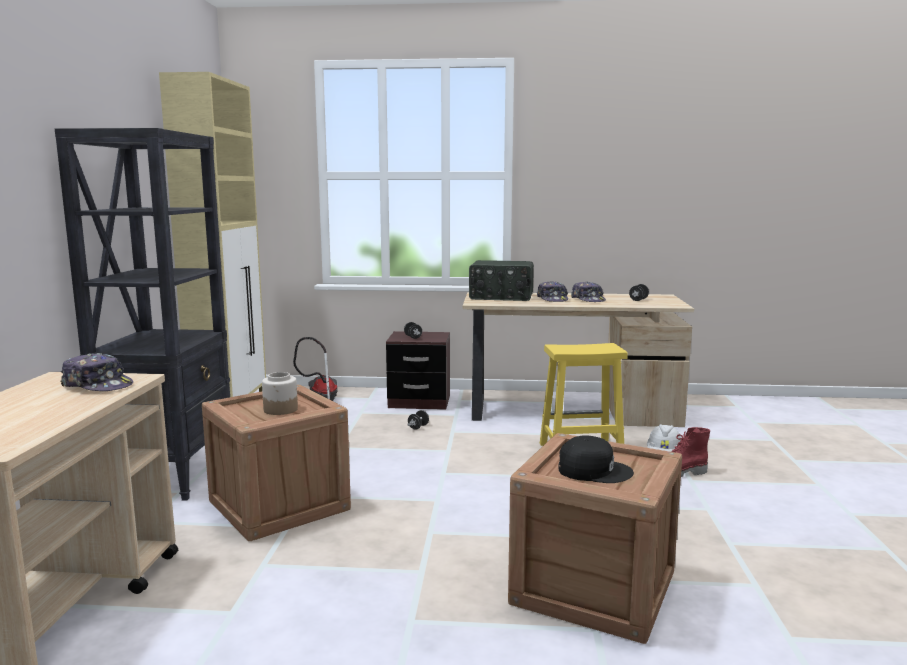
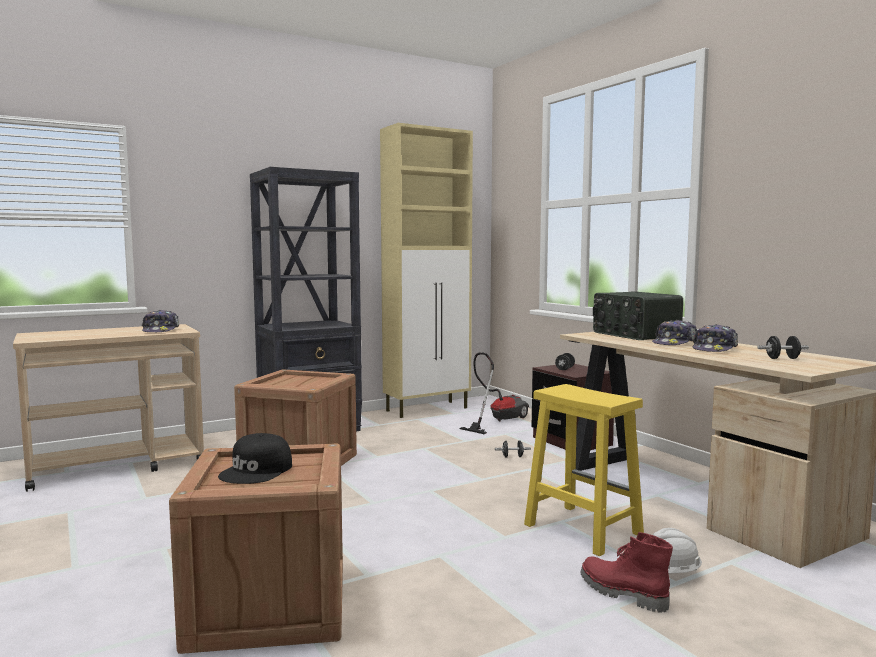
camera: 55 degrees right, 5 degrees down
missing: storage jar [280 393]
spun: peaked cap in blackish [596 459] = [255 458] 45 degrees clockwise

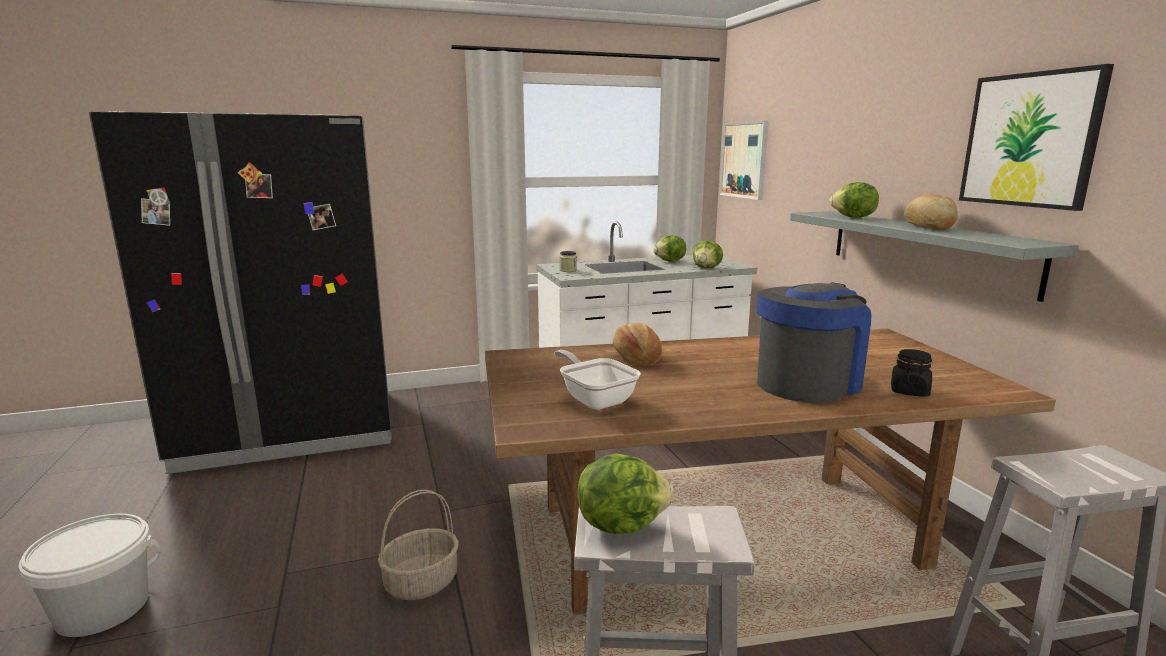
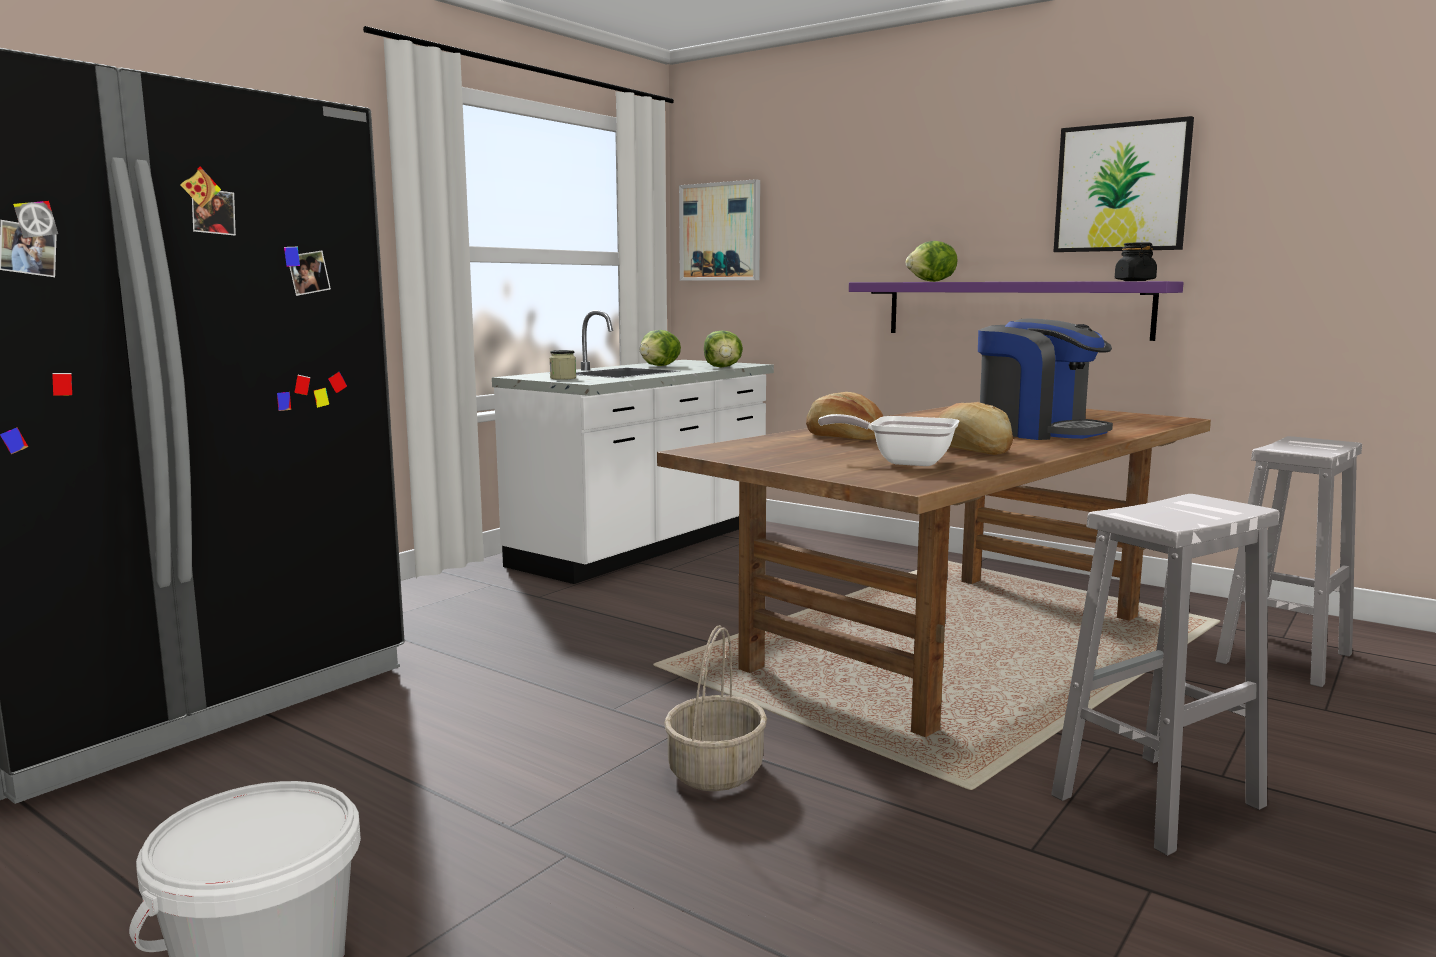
camera: 35 degrees left, 5 degrees down
missing: lettuce head [625 494]
relocated: baked bread [931 212] to [975 428]; storage jar in blackish [911 373] to [1136 261]
colour: wall shelf in grey [934 256] to wall shelf in purple [1016 311]
spun: coffee brewer [814 342] = [1045 379] 120 degrees clockwise

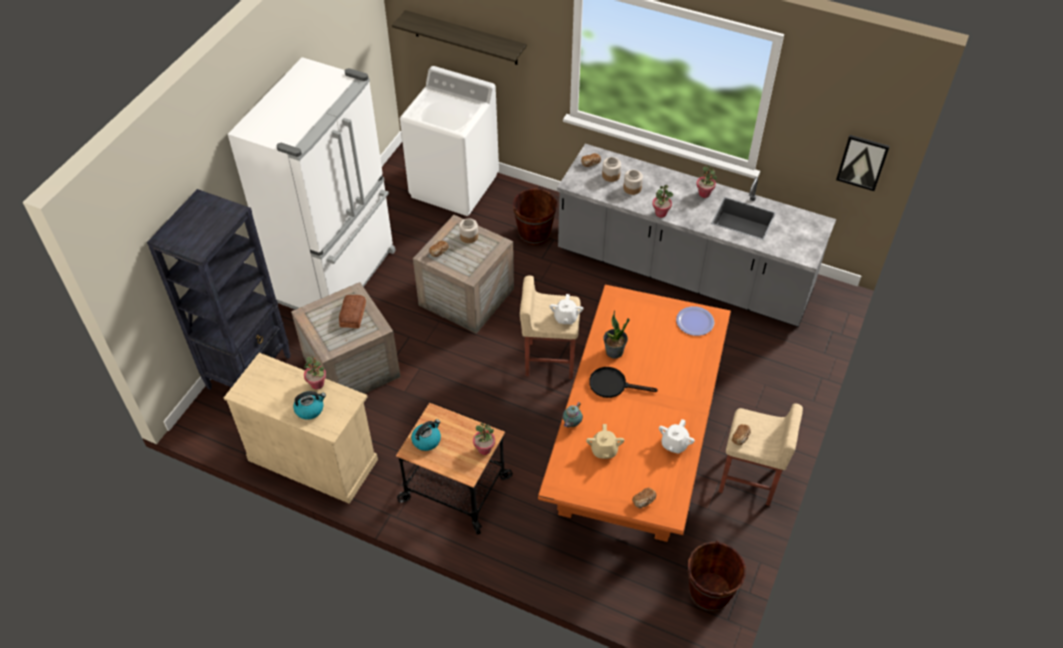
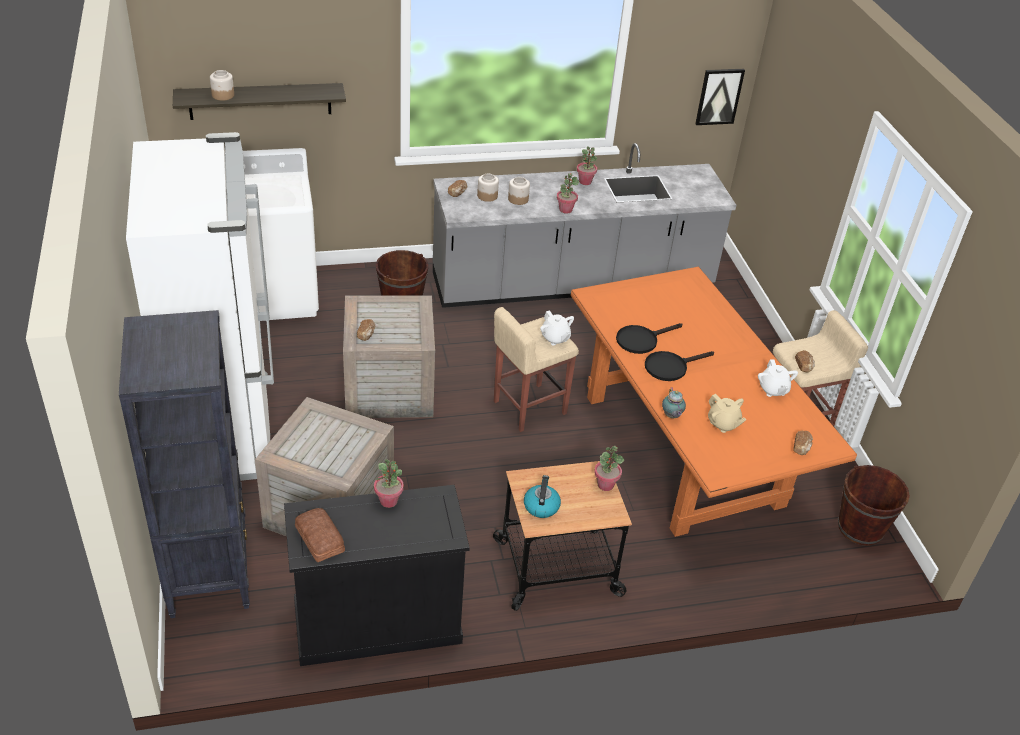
camera: 40 degrees left, 10 degrees down
missing: tea kettle [309 405]; flat dish [695 321]
relocated: storage jar [468 231] to [222 85]; baked bread [352 311] to [320 535]
exchanged: houseplant [616 334] to frying pan in blackish [649 338]
colour: cupboard in beige [301 428] to cupboard in blackish [377 575]

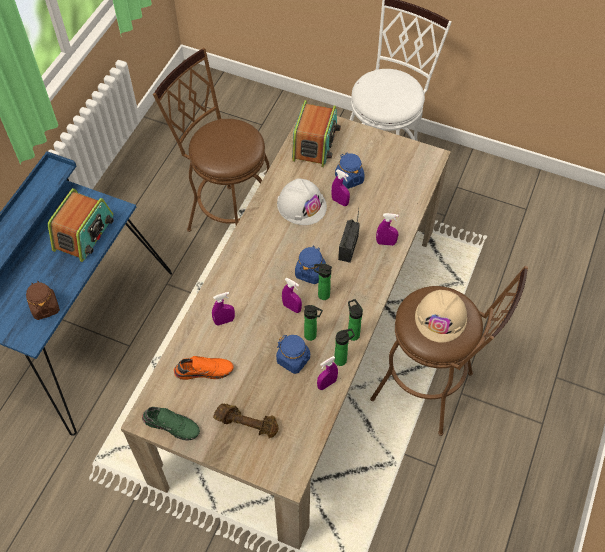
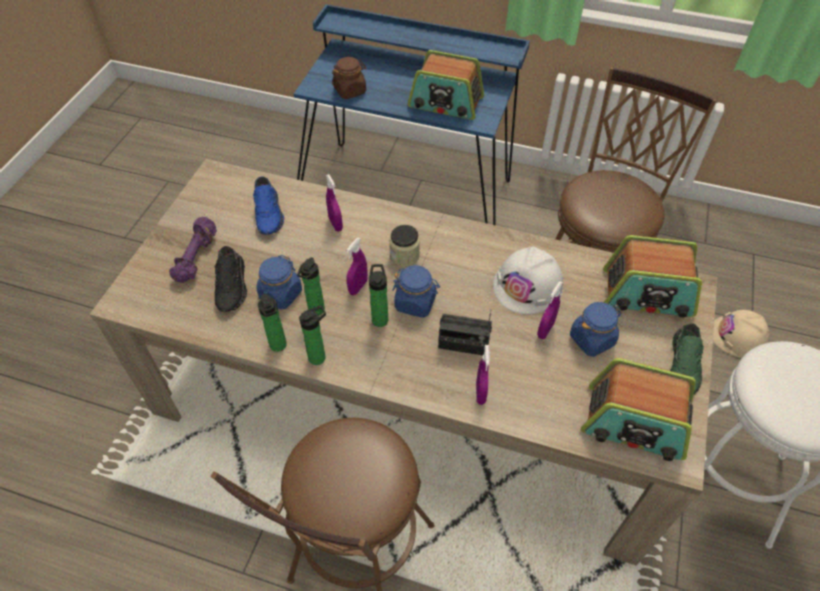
camera: 85 degrees right, 5 degrees down
missing: hand sprayer in purple [327 373]
appeared: shoe in blackish [231 279]; storage jar [404 246]; radio [638 409]
relocated: shoe in green [171 423] to [687 359]; safety helmet in beige [441 316] to [741 334]
colour: dumbbell in brown-coloured [246 420] to dumbbell in purple [193 250]; shoe in orange [204 368] to shoe in blue-coloured [268 205]

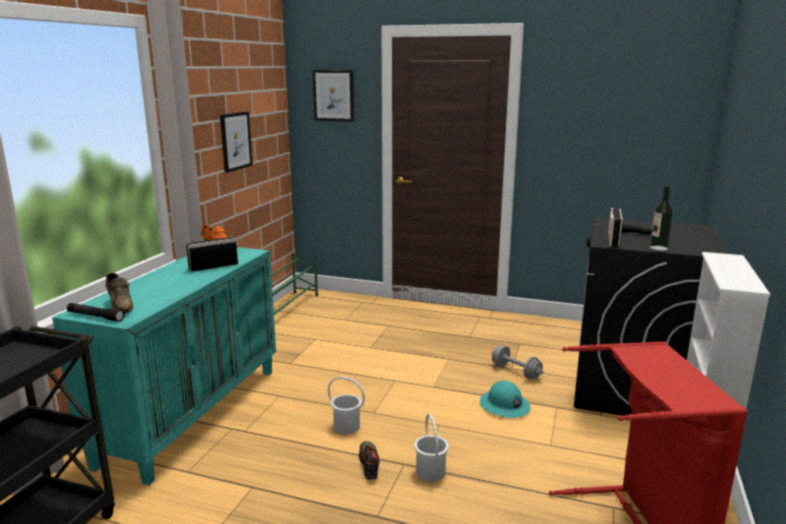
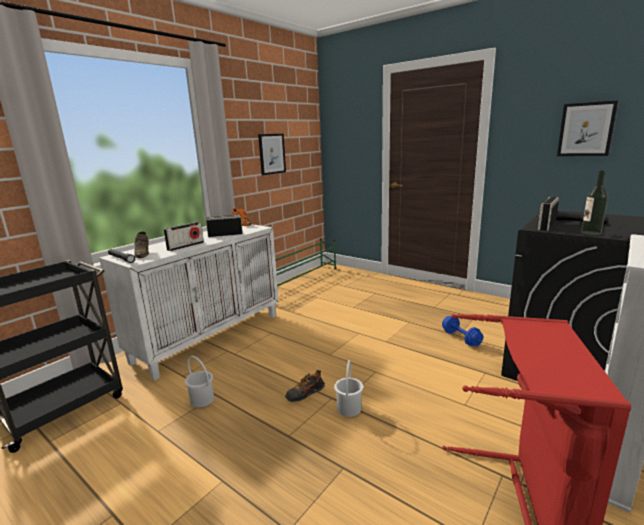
camera: 20 degrees right, 0 degrees up
missing: safety helmet in turquoise [505 399]
appeared: radio [183 236]
relocated: bucket in white [346 405] to [199 382]; wall art [333 96] to [587 128]
colour: cupboard in turquoise [164 366] to cupboard in white [189 302]; dumbbell in grey [517 362] to dumbbell in blue-coloured [462 331]
spun: shoe [369 460] = [305 386] 135 degrees counterclockwise

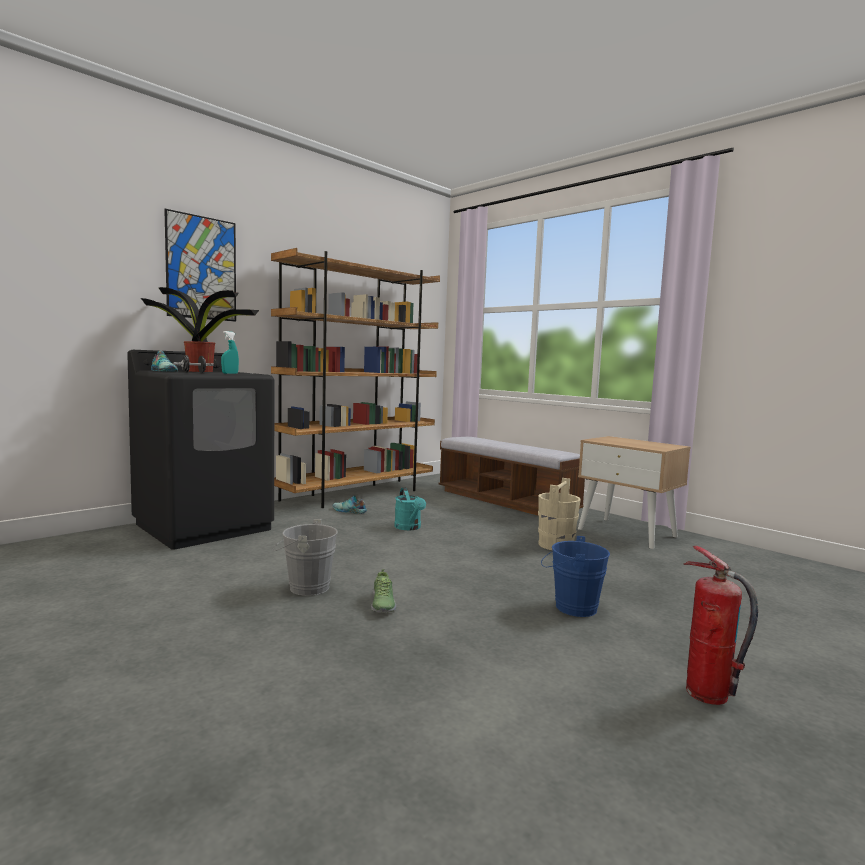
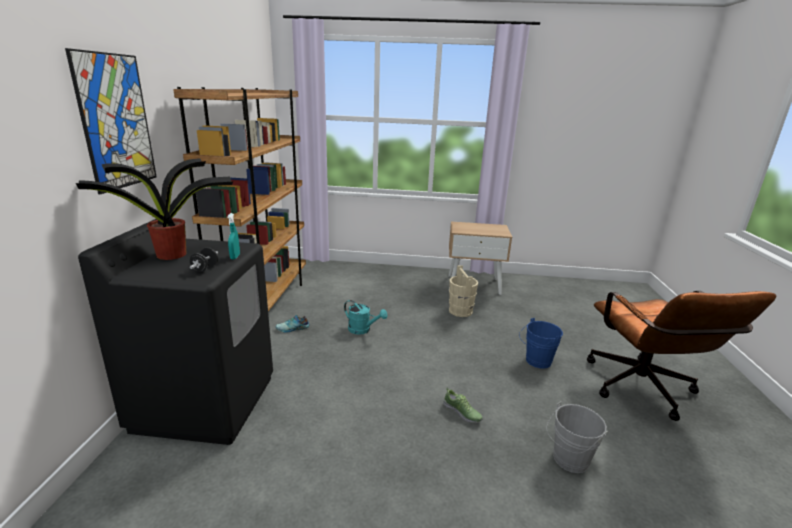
camera: 40 degrees left, 15 degrees up
missing: shoe [164 361]; bench [512 476]
relocated: bucket in grey [305 557] to [577 437]
exchanged: fire extinguisher [721 625] to office chair in brown-coloured [682 356]

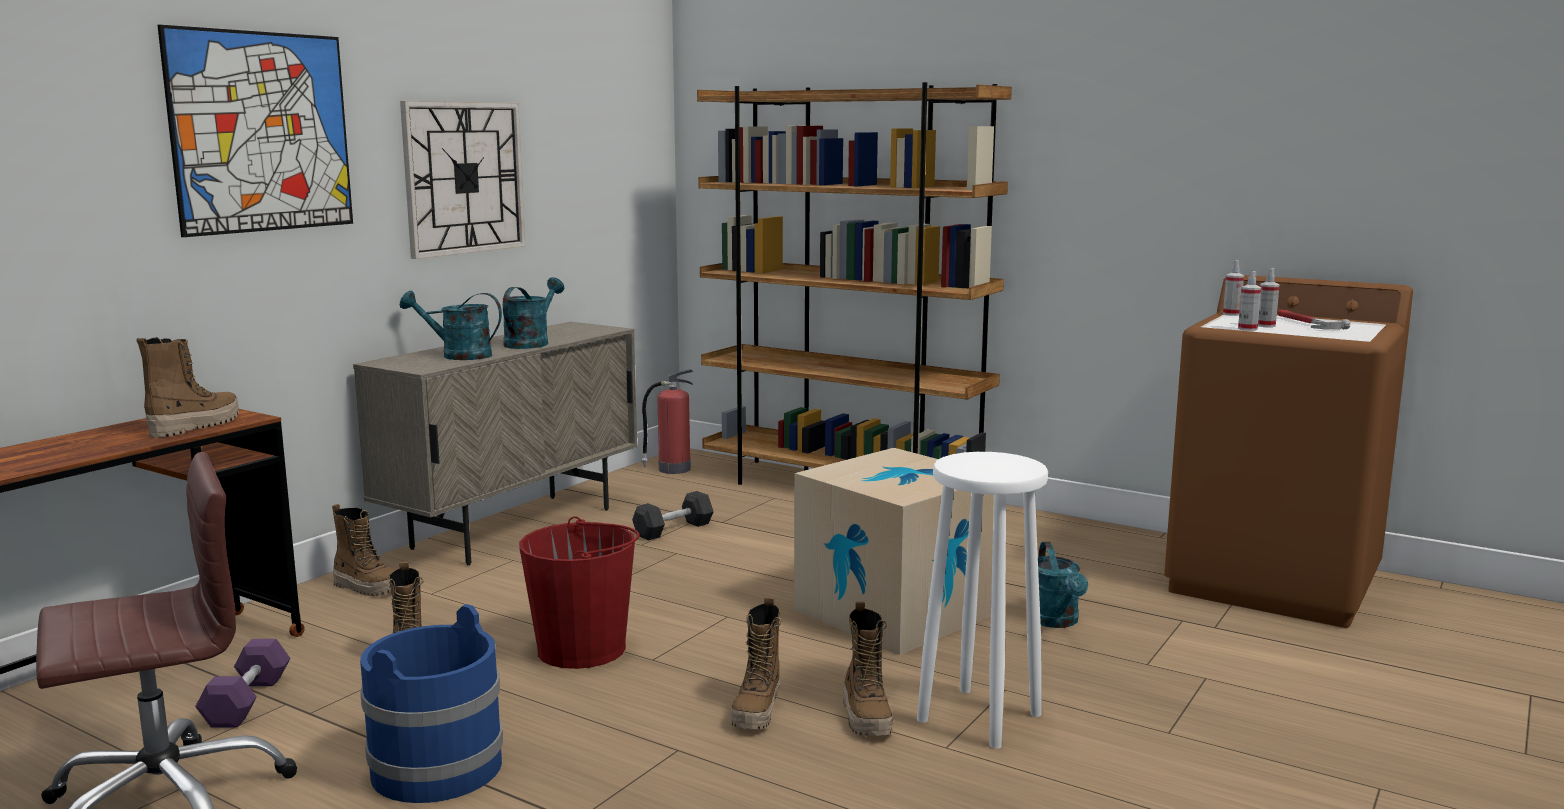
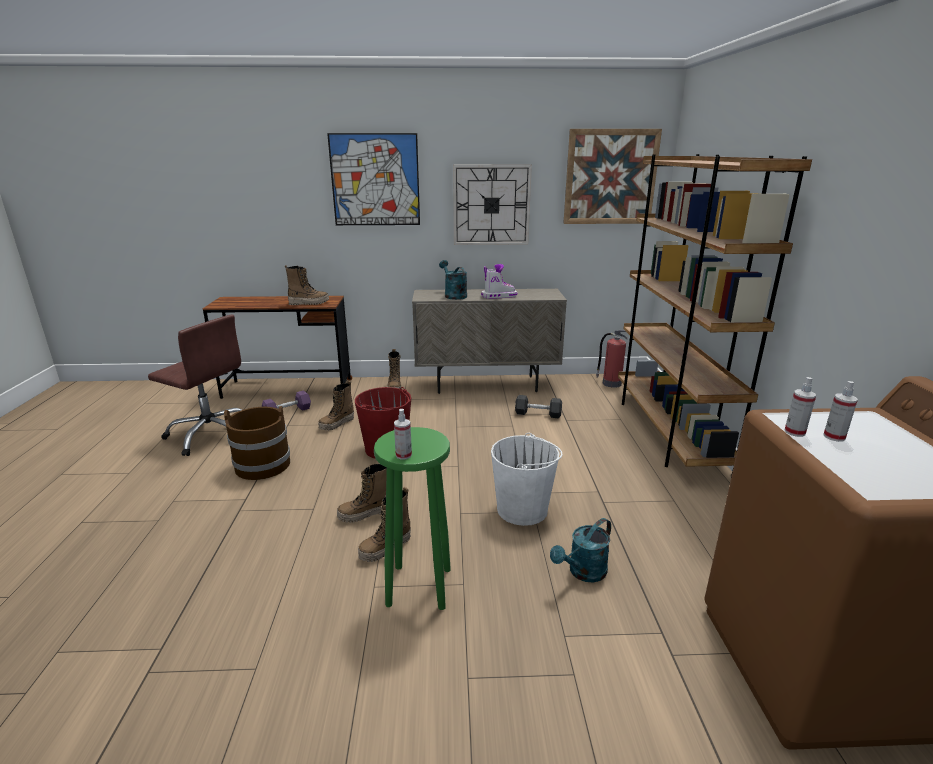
camera: 55 degrees right, 10 degrees up
missing: hammer [1314 319]
appeared: wall art [612 176]
relocated: hand sprayer [1233 288] to [403 434]
exchanged: watering can in turquoise [533 313] to boot [499 281]; carton [894 551] to bucket in white [527 479]
colour: bucket in blue-coloured [431 703] to bucket in brown-coloured [257 443]; stool in white [982 600] to stool in green [412 518]

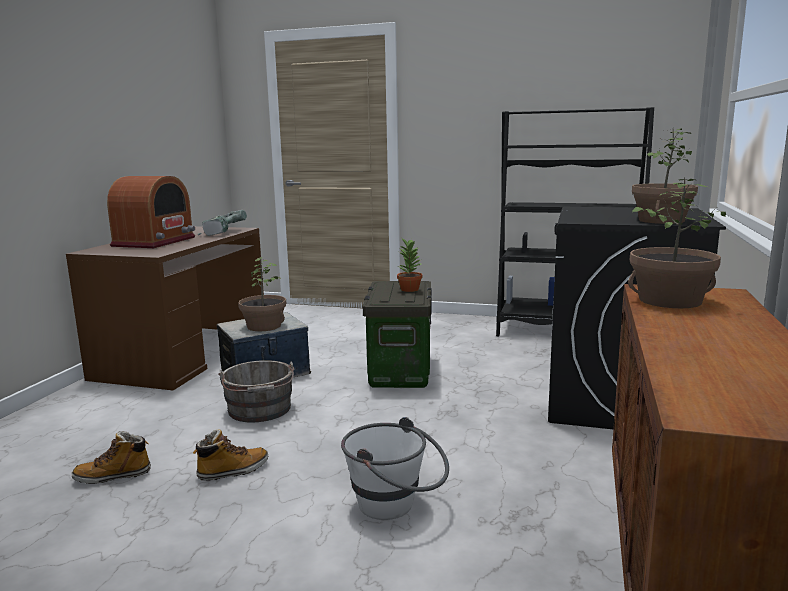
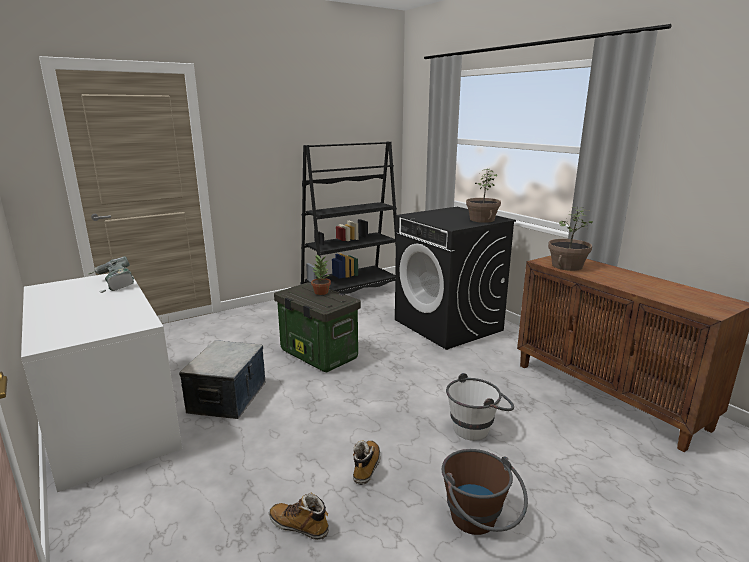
camera: 50 degrees left, 5 degrees up
missing: radio [151 212]; bucket in grey [256 391]; houseplant [262 294]
appeared: bucket in brown-coloured [485 492]
colour: desk in brown-coloured [165 308] to desk in white [101 382]
spun: boot [111 457] = [299 516] 90 degrees clockwise

